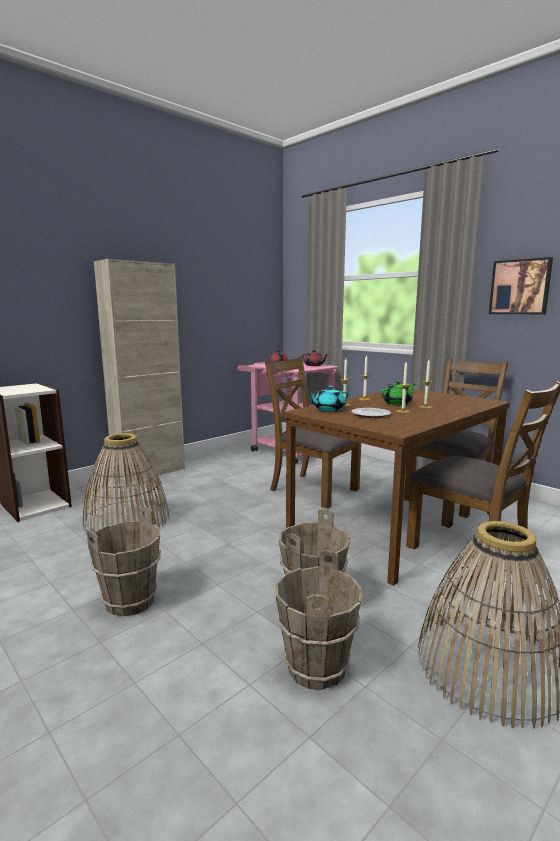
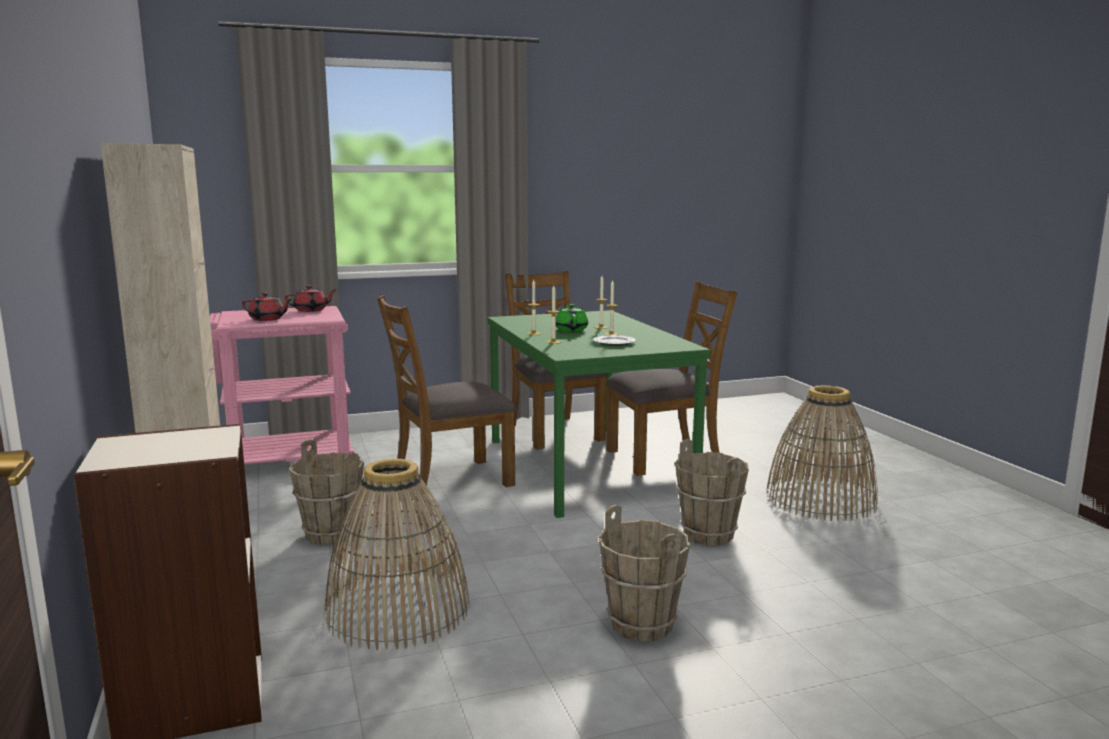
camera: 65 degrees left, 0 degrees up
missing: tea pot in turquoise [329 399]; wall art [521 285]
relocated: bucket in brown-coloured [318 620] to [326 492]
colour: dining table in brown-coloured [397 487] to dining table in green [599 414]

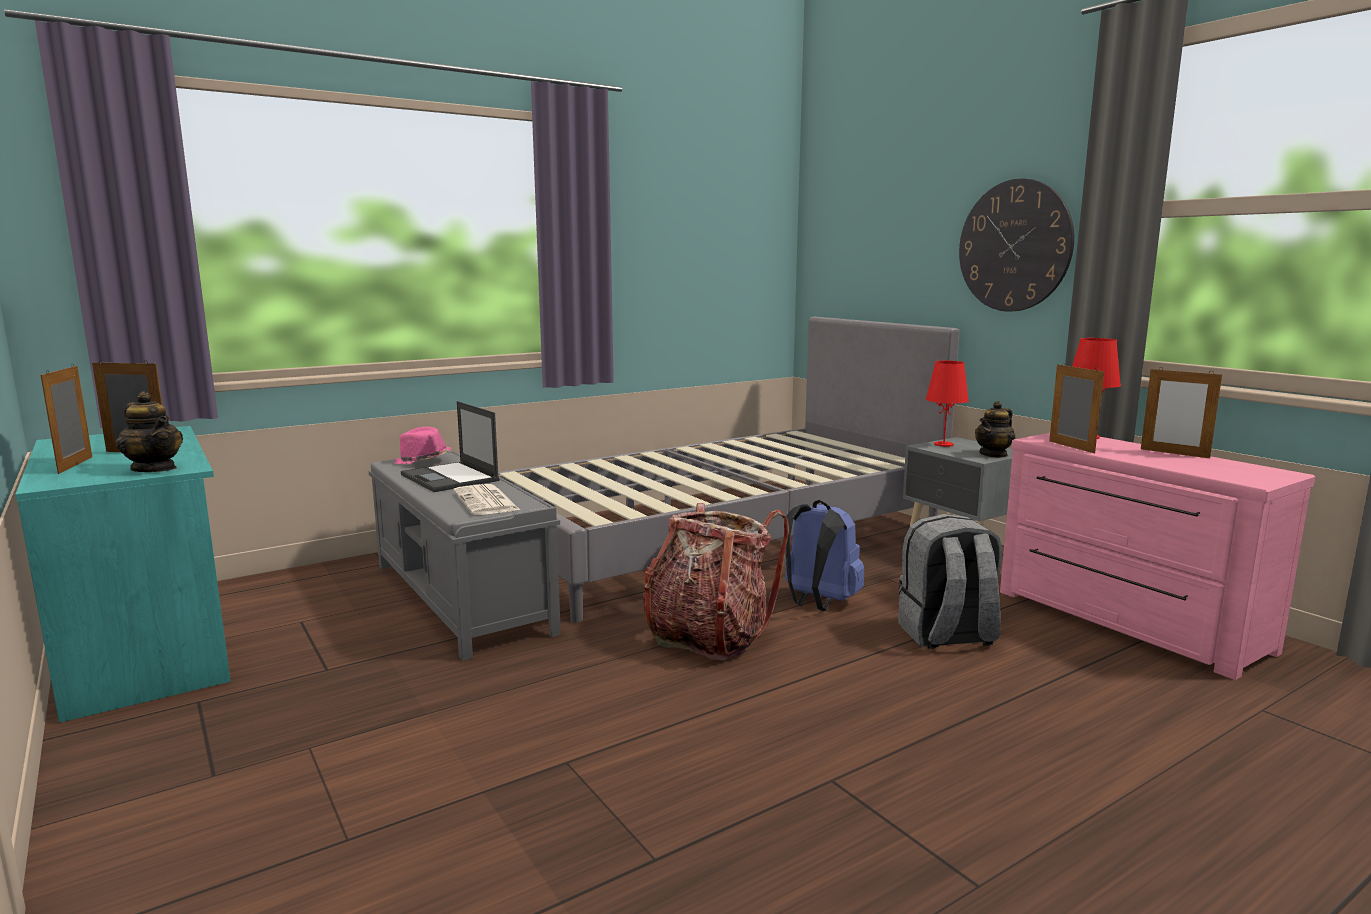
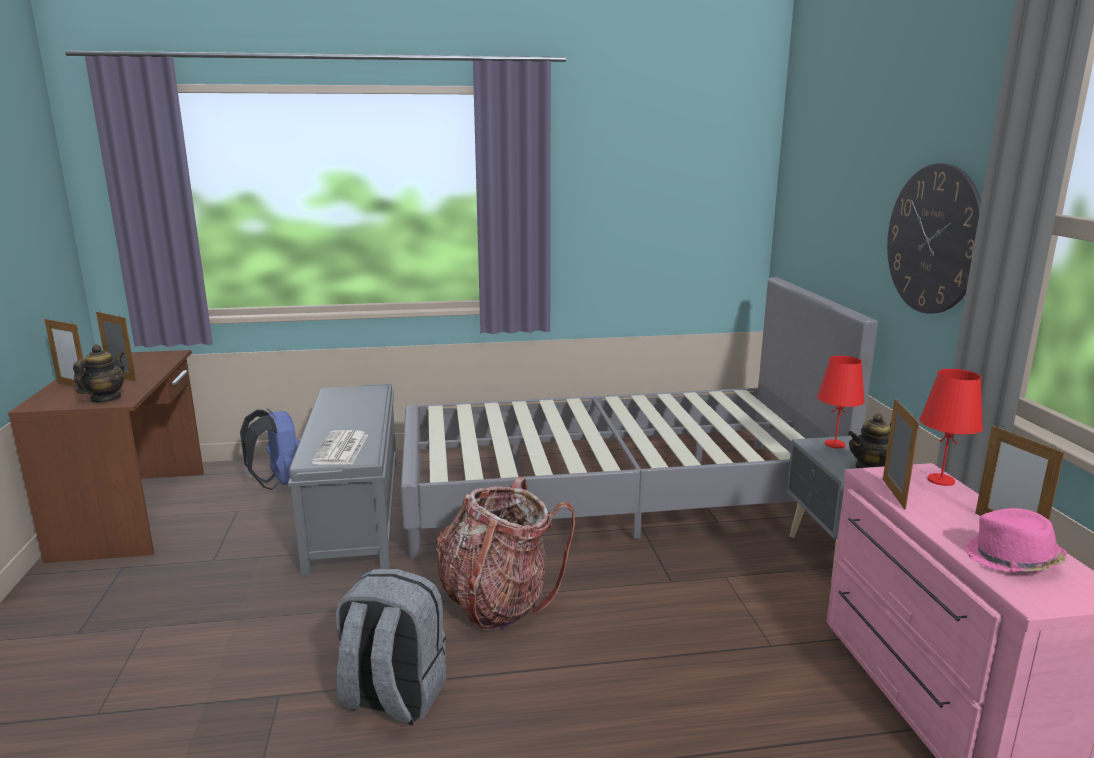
camera: 25 degrees right, 5 degrees up
missing: laptop [450 446]
relocated: knapsack in blue-coloured [824 555] to [270 449]; knapsack in grey [950 581] to [391 647]; hat in pinkish [423 445] to [1015 540]
colour: desk in turquoise [123 574] to desk in brown-coloured [106 456]
spun: standing frame [66 419] = [65 352] 75 degrees counterclockwise; tea pot [149 432] = [99 373] 135 degrees counterclockwise

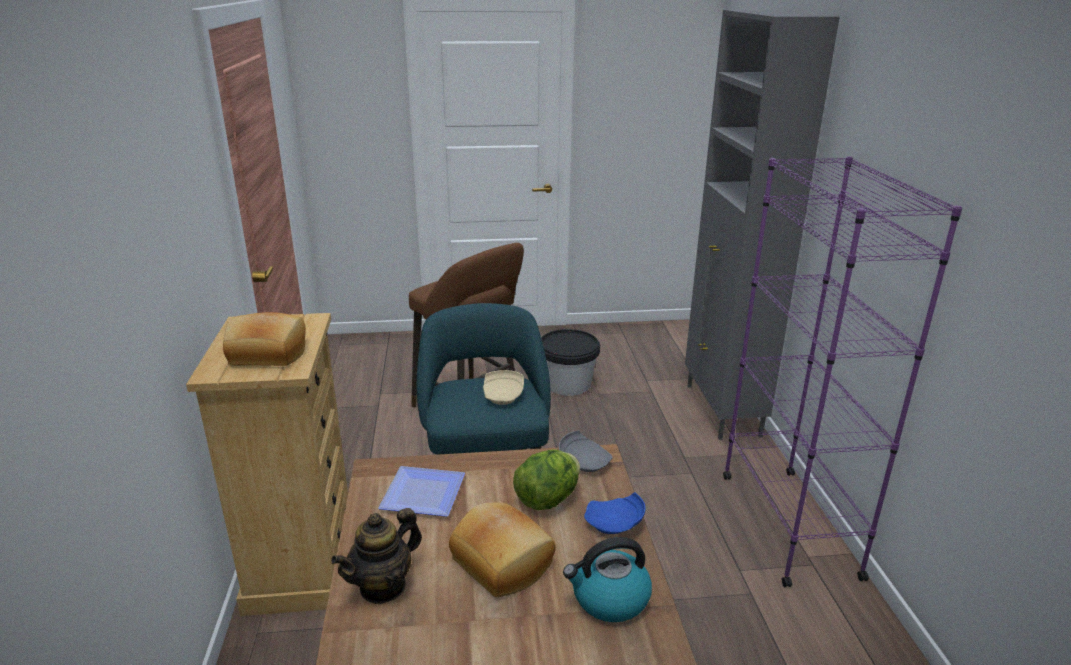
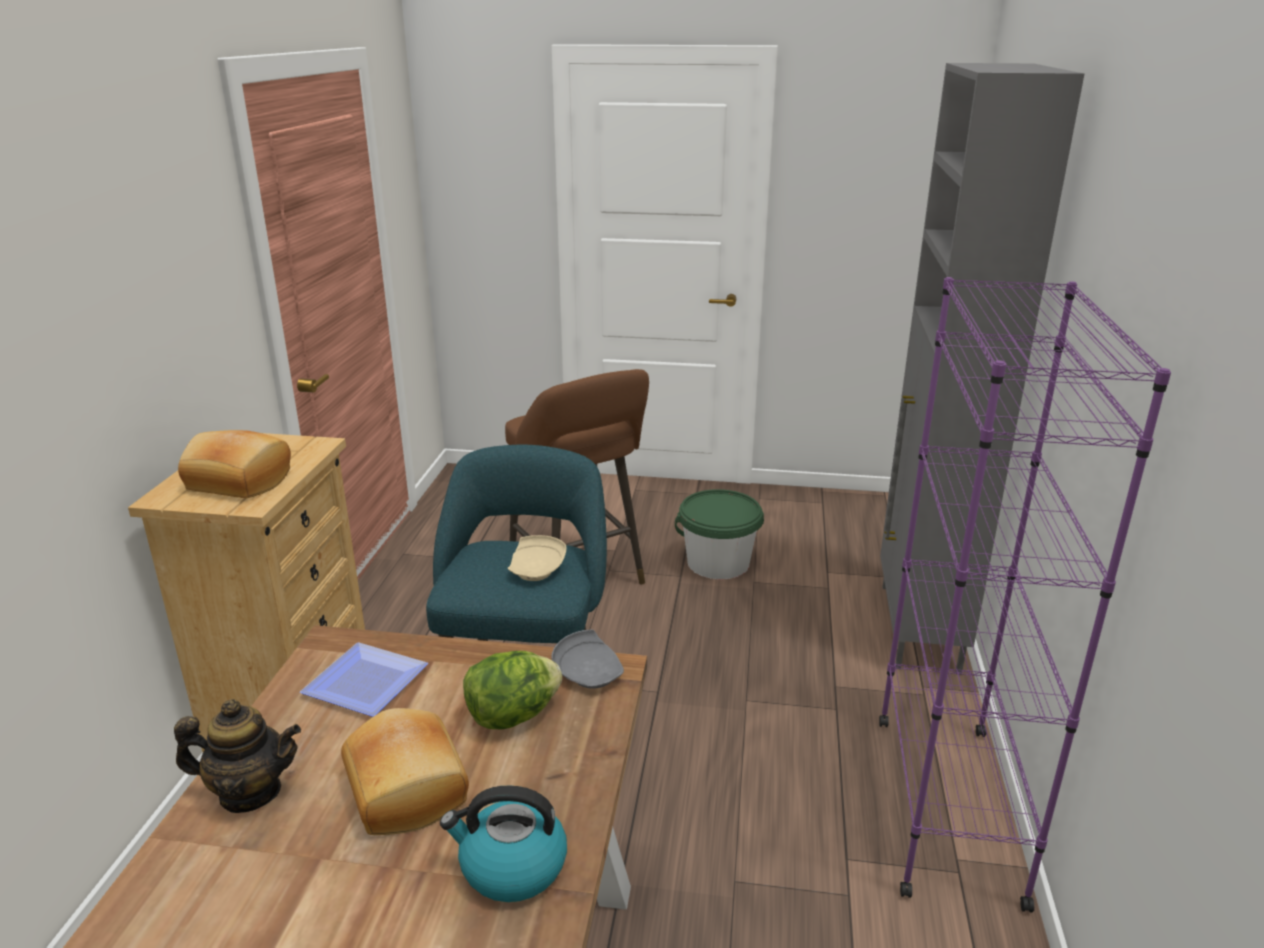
camera: 15 degrees right, 0 degrees up
missing: flat dish in blue-coloured [614 513]
colour: bucket in blackish [570 362] to bucket in green [719 534]
spun: tea pot [376 556] = [237 756] 150 degrees counterclockwise

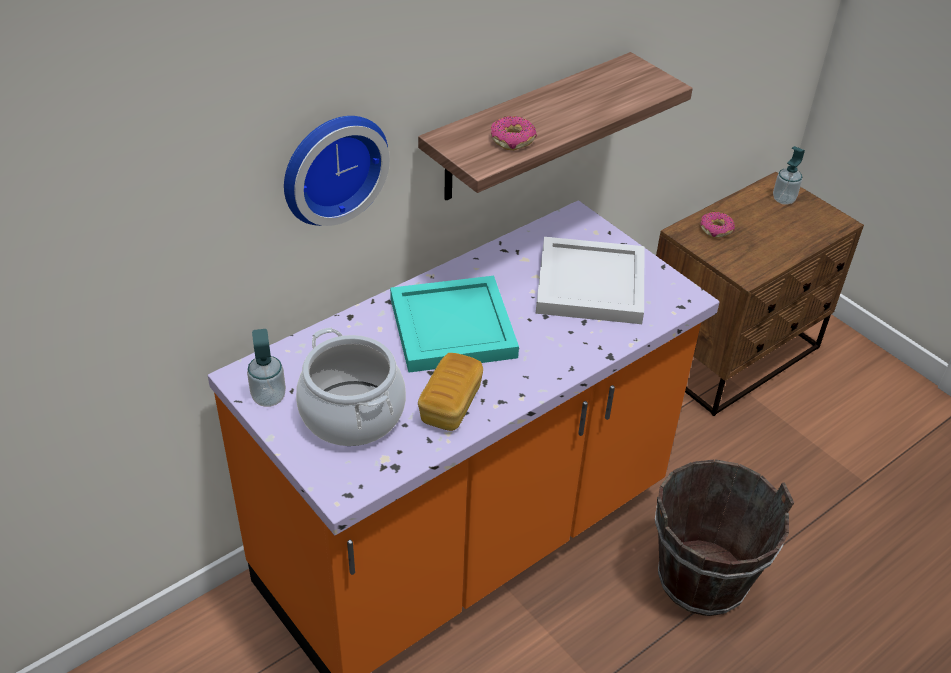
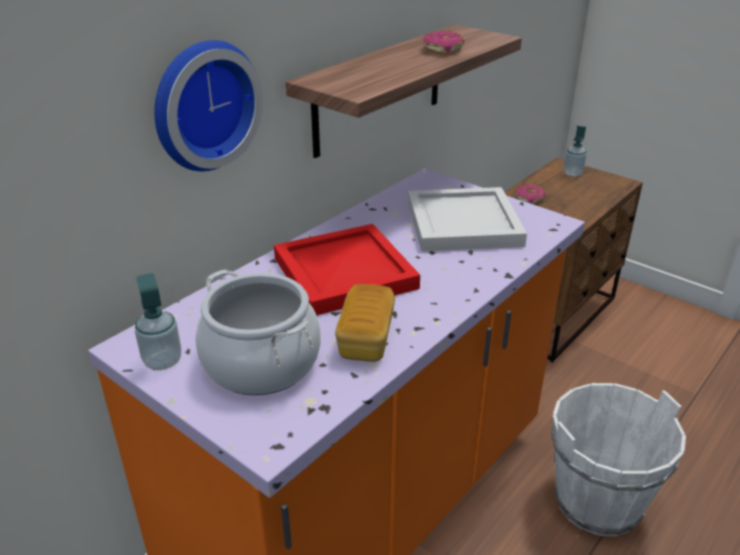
camera: 10 degrees left, 10 degrees down
relocated: doughnut [514 133] to [443 43]
colour: serving tray in turquoise [454 324] to serving tray in red-coloured [347 269]; bucket in brown-coloured [724 537] to bucket in white [618 459]

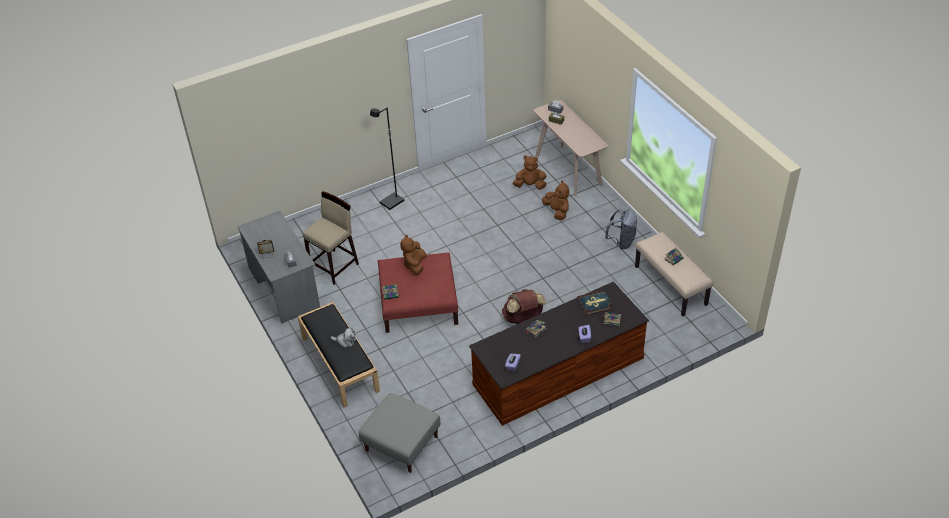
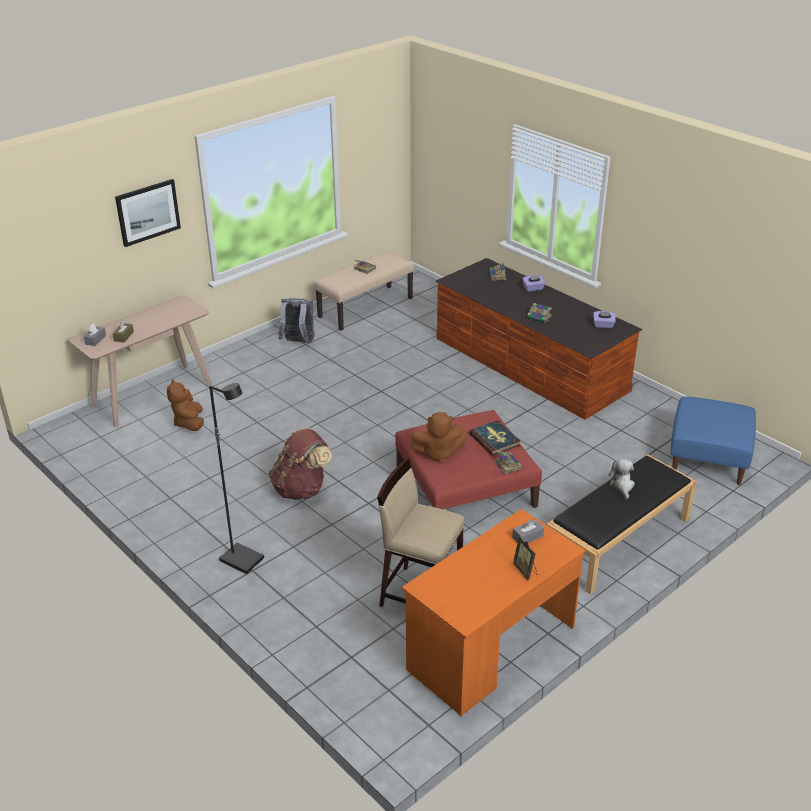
camera: 105 degrees left, 10 degrees down
missing: soft toy in brown-coloured [555 200]
appeared: wall art [148 213]
relocated: knapsack in brown-coloured [524 306] to [300 463]; volume [595 302] to [494 438]
colour: desk in grey [278 267] to desk in orange [494 612]; ottoman in grey [399 433] to ottoman in blue-coloured [713 440]

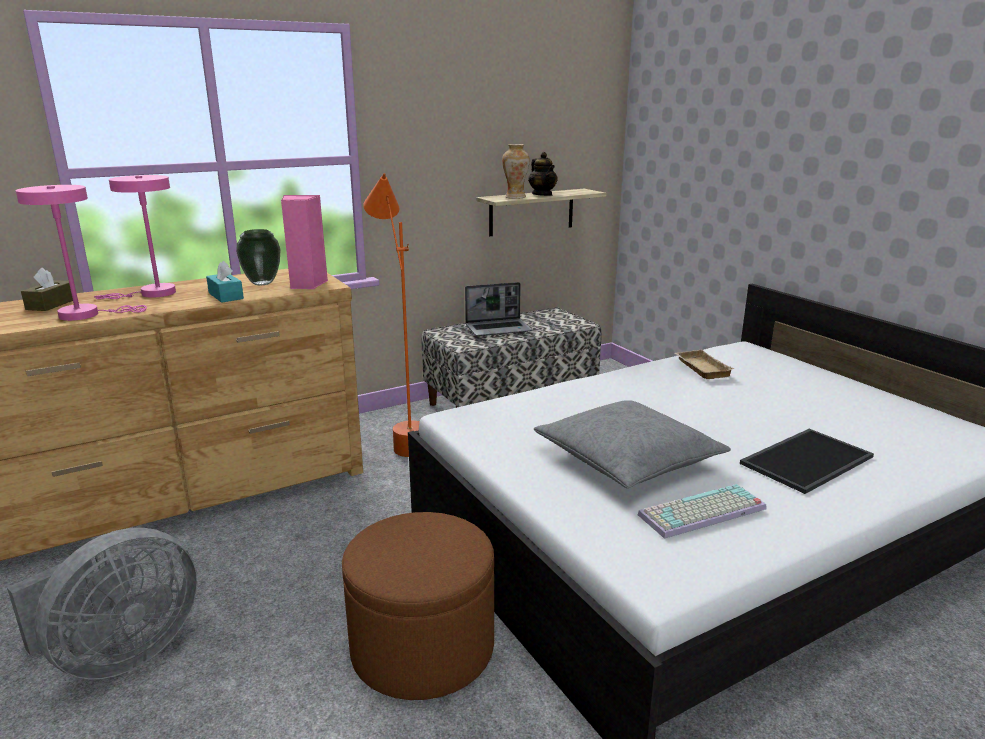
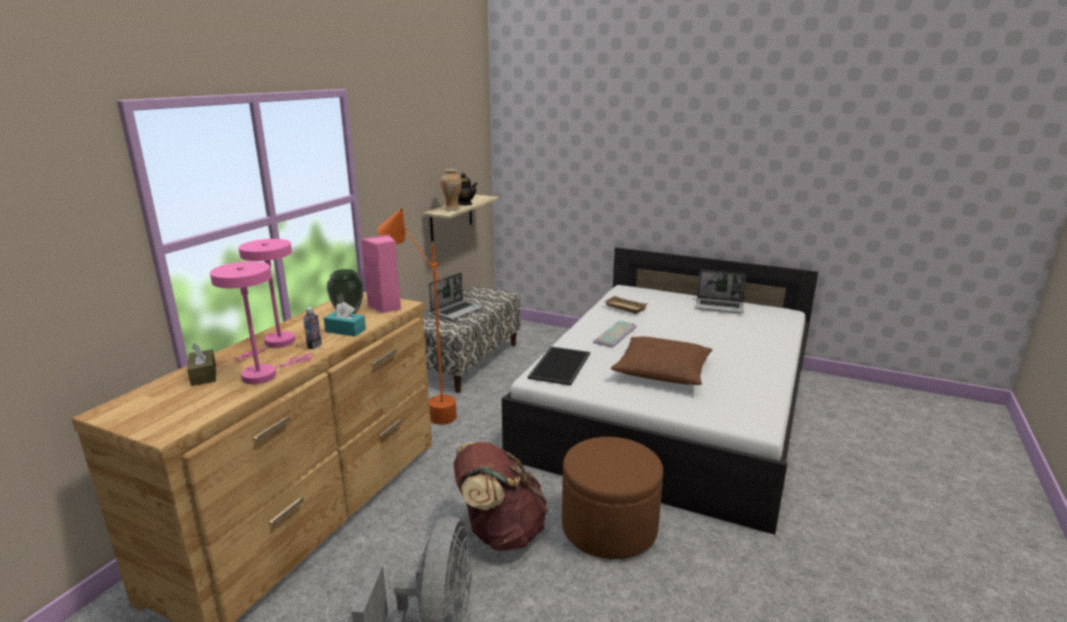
camera: 35 degrees left, 0 degrees up
appeared: bottle [313 328]; knapsack in brown-coloured [500 496]; laptop [721 291]
relocated: serving tray [807 461] to [559 366]; PC keyboard [702 511] to [615 334]
colour: cushion in grey [632 444] to cushion in brown-coloured [661 360]

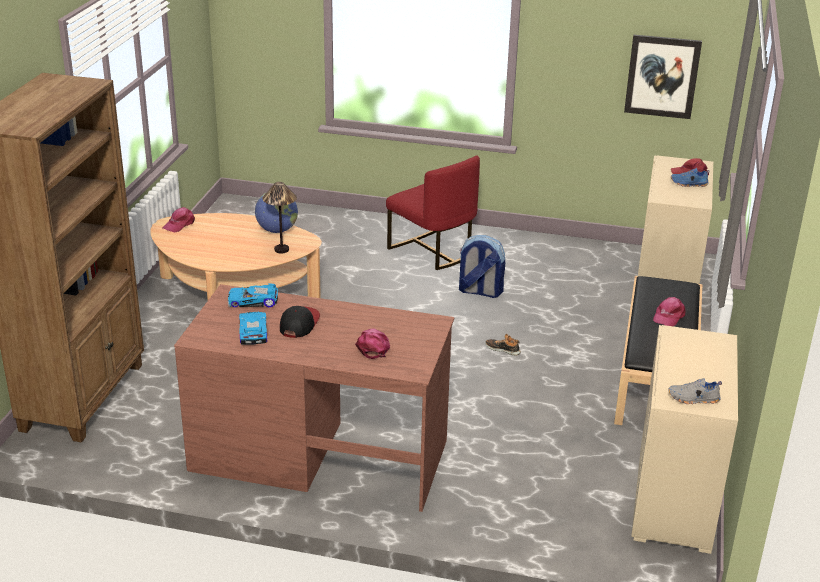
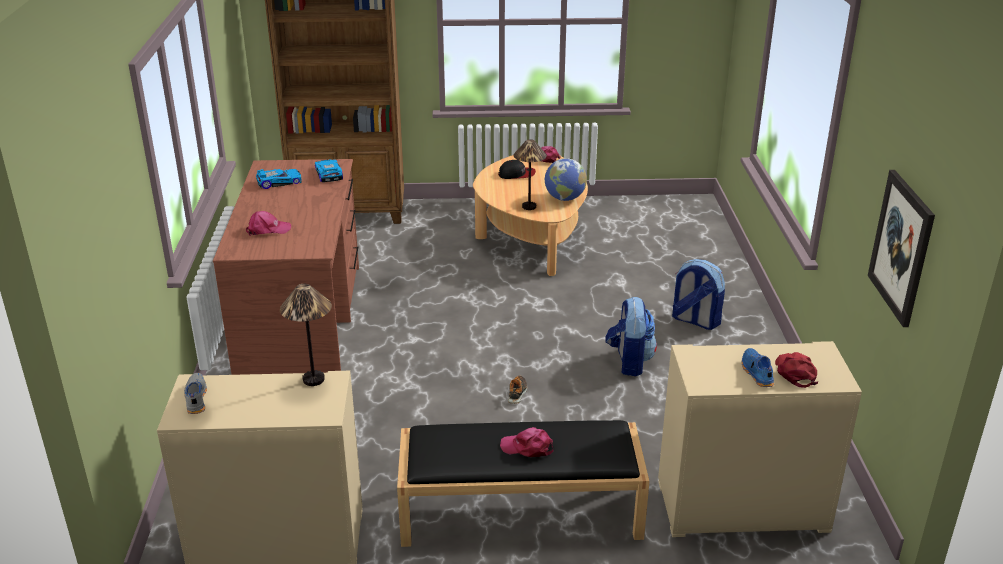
camera: 75 degrees right, 0 degrees up
appeared: table lamp [306 335]
relocated: peaked cap [300 322] to [517 169]
exchanged: upright chair in red-coloured [433 212] to knapsack [698 294]

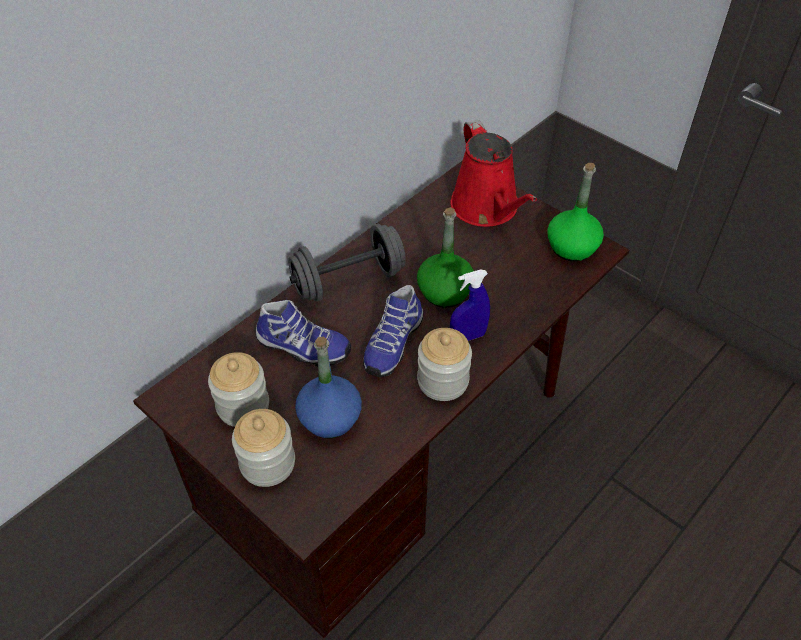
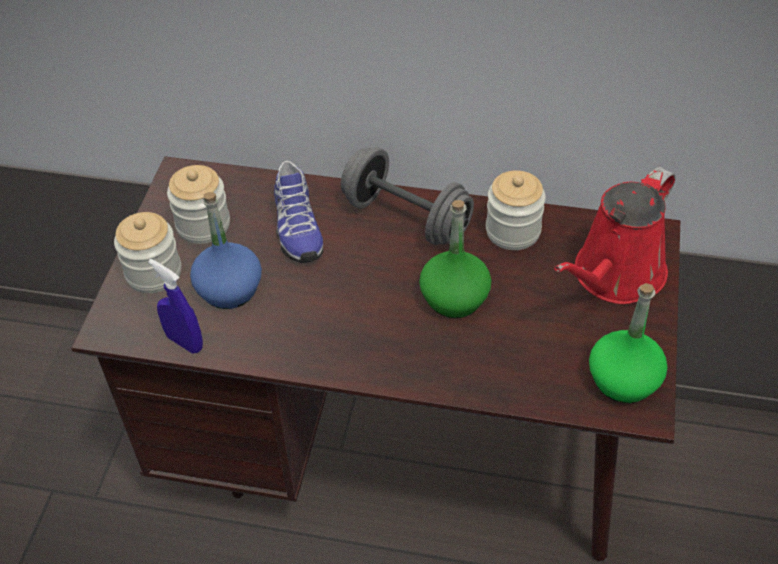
camera: 60 degrees right, 0 degrees up
missing: shoe [393 331]
relocated: hand sprayer in blue-coloured [470 305] to [175 306]; storage jar [444 364] to [516 210]

